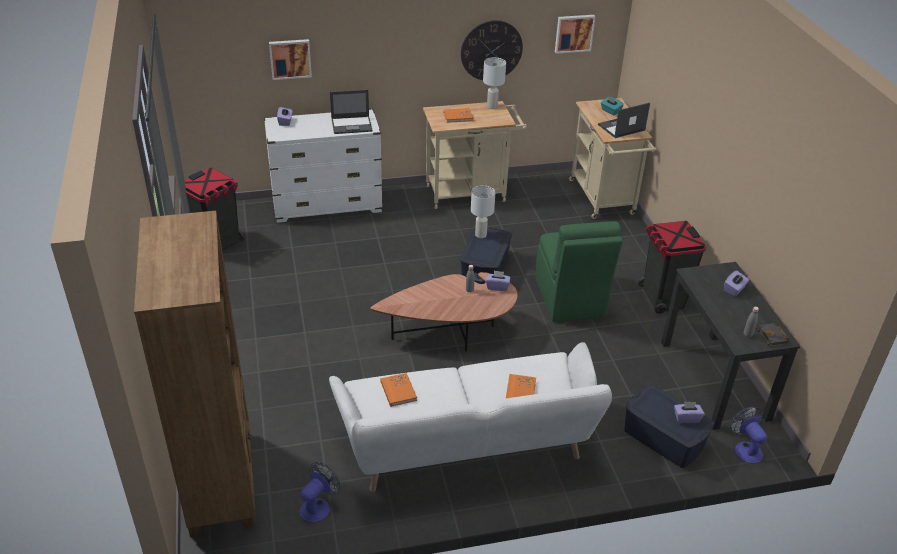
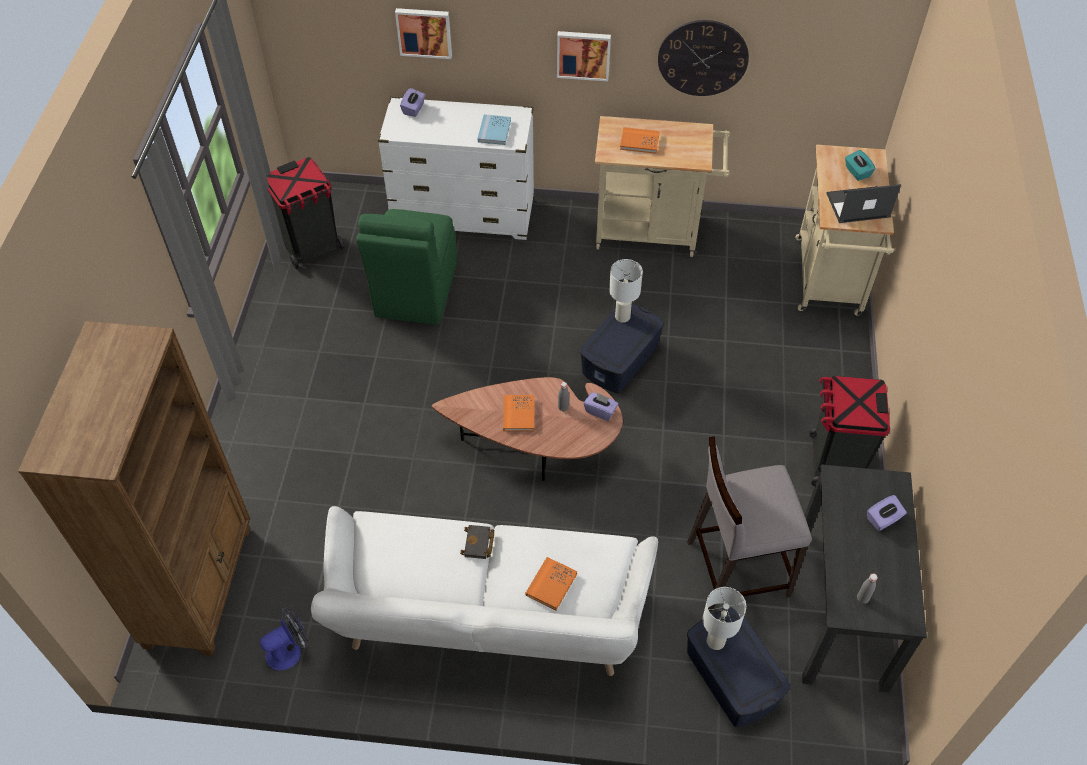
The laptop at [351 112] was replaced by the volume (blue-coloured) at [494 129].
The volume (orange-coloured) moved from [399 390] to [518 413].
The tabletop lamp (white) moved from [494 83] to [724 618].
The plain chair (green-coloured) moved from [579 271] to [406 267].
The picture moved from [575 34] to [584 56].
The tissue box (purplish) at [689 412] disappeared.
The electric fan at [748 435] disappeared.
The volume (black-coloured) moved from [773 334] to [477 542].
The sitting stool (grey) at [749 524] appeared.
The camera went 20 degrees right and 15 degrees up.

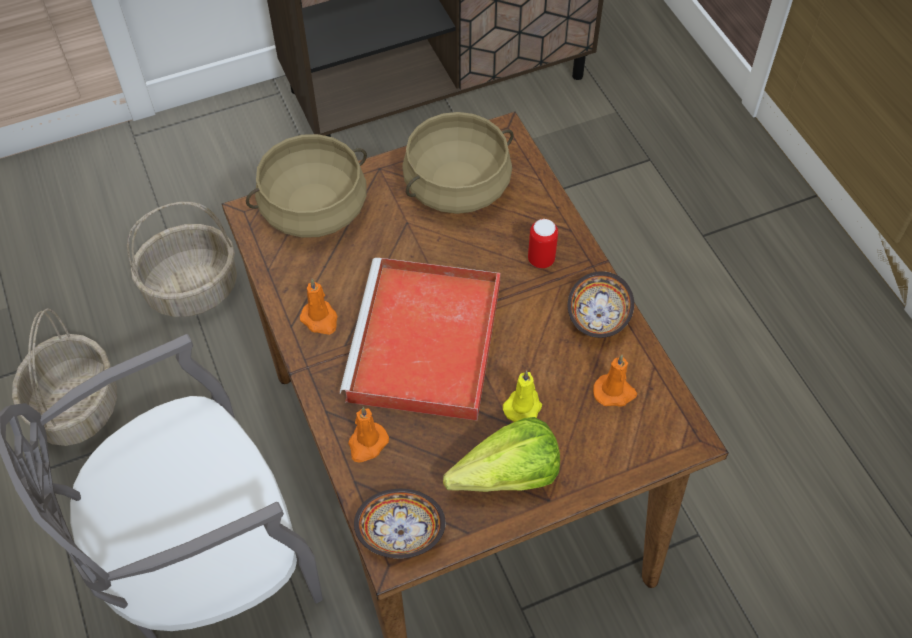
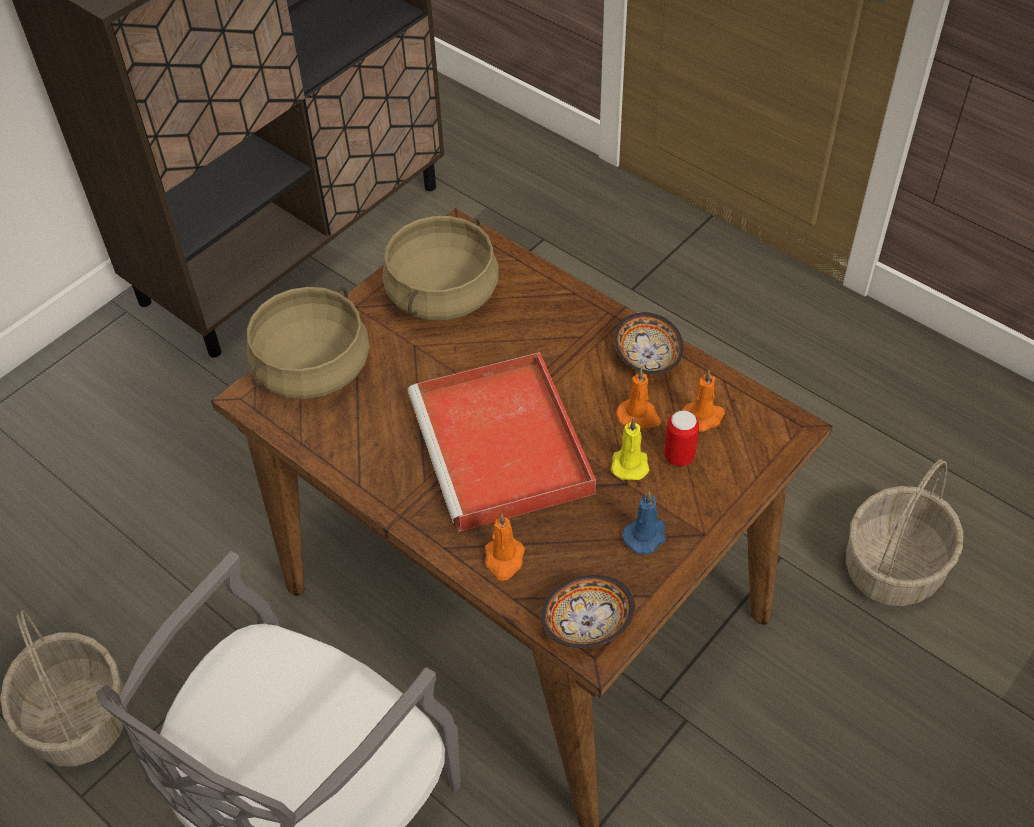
The basket moved from [182 259] to [904 532].
The wax light (orange-coloured) moved from [319 307] to [638 398].
The lettuce head at [501 454] was replaced by the wax light (blue-coloured) at [644 522].
The sealed can moved from [543 243] to [681 438].
The camera went 25 degrees left and 5 degrees down.

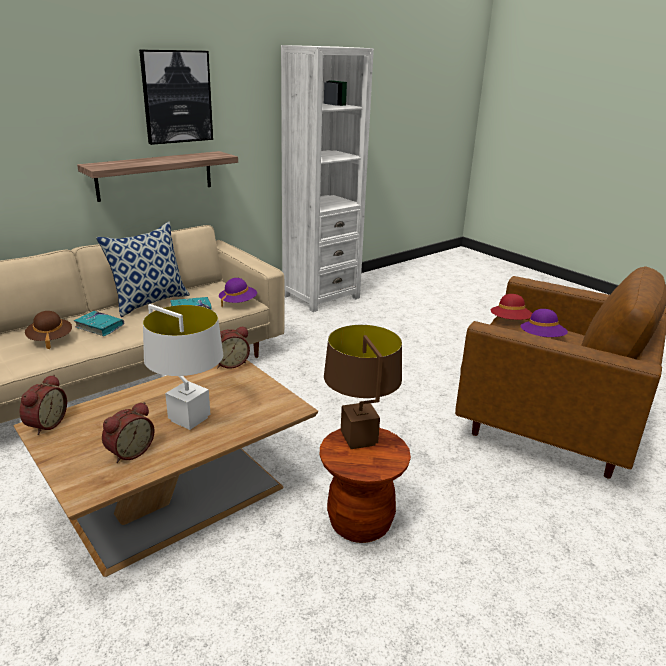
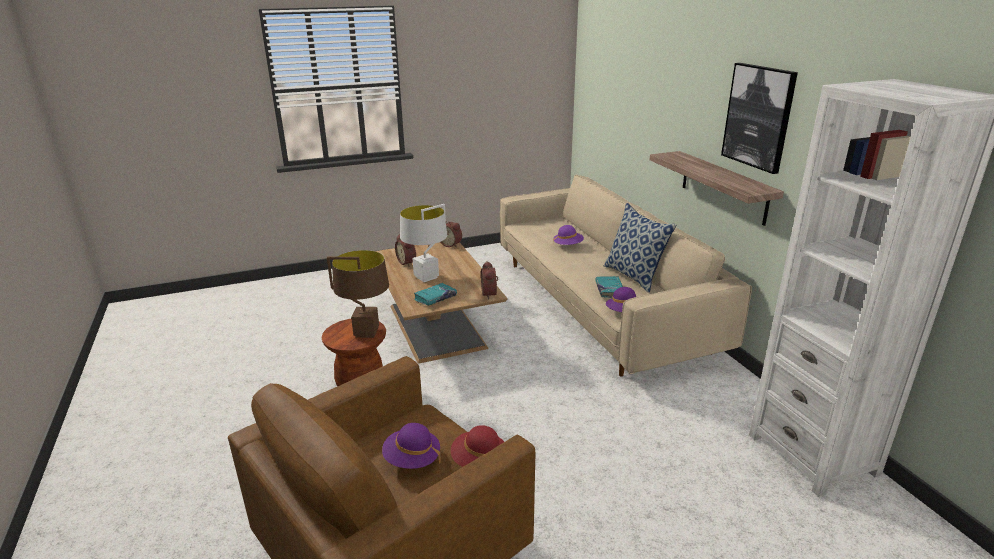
The clothing hat (brown) at [48 330] became the clothing hat (purplish) at [568 235].
The volume (turquoise) moved from [99 323] to [435 294].
The camera went 110 degrees right and 0 degrees up.

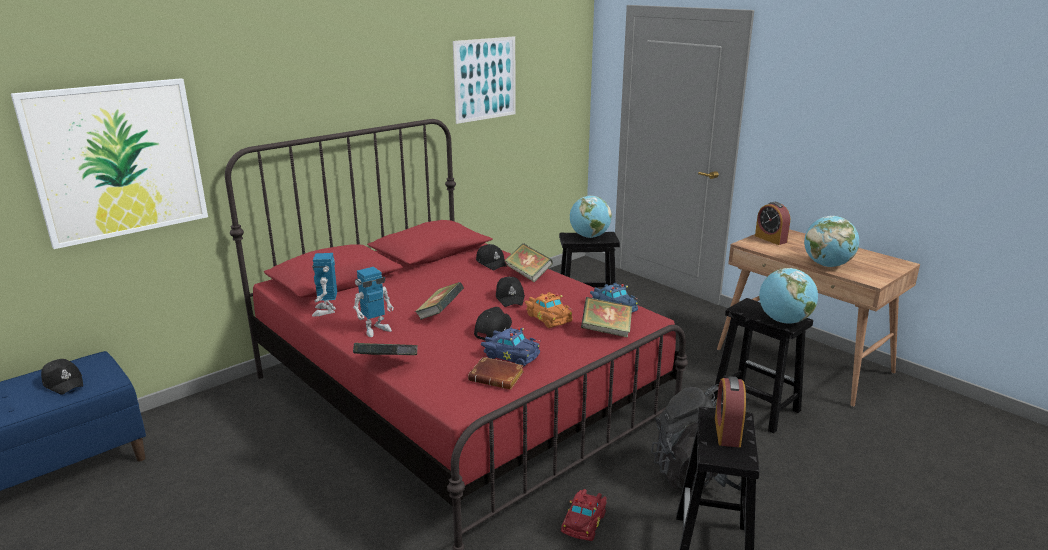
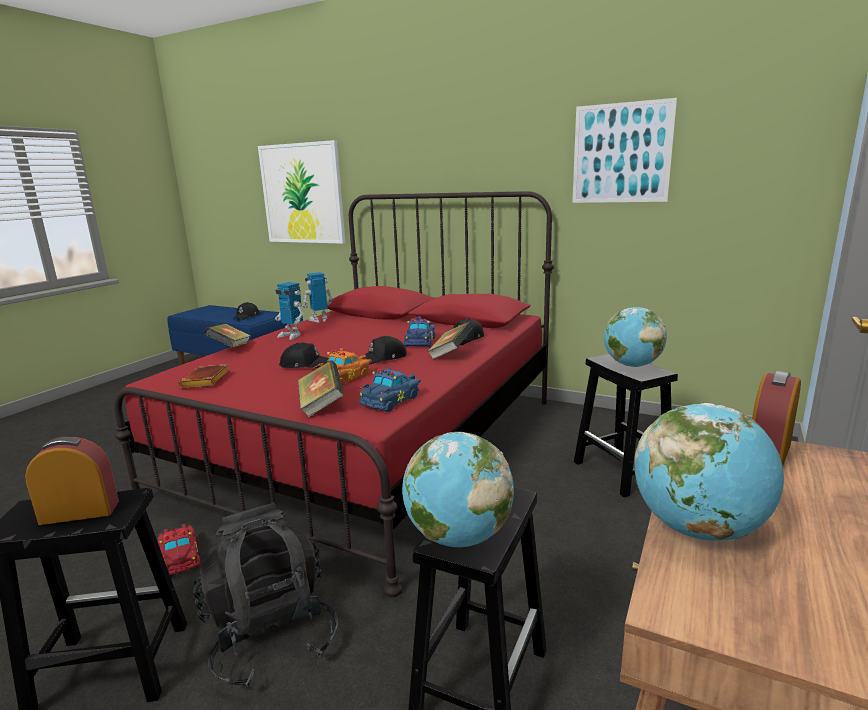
The volume at [439 301] disappeared.
The toy car (blue-coloured) moved from [511 347] to [419 331].
The toy car (red-coloured) at [584 515] turned 120 degrees counterclockwise.
The camera went 70 degrees right and 5 degrees down.

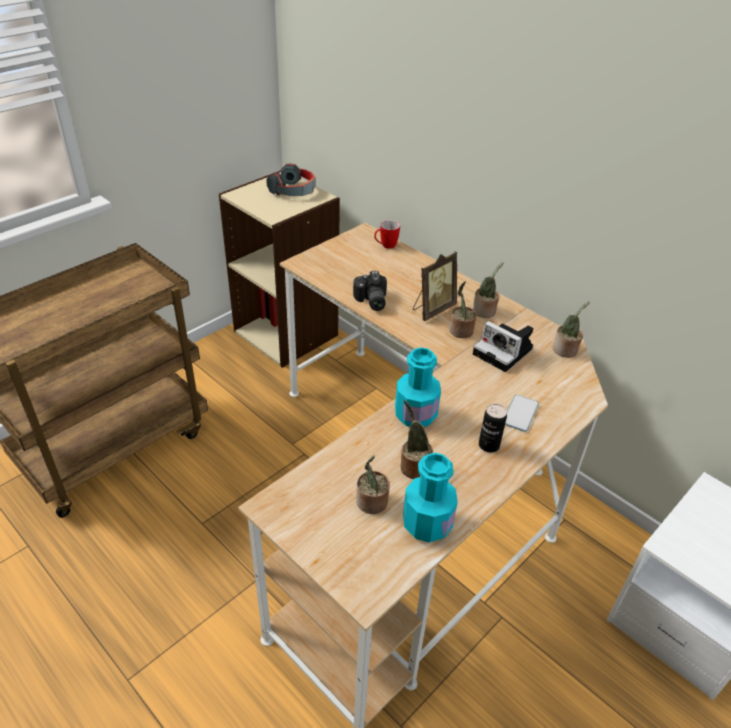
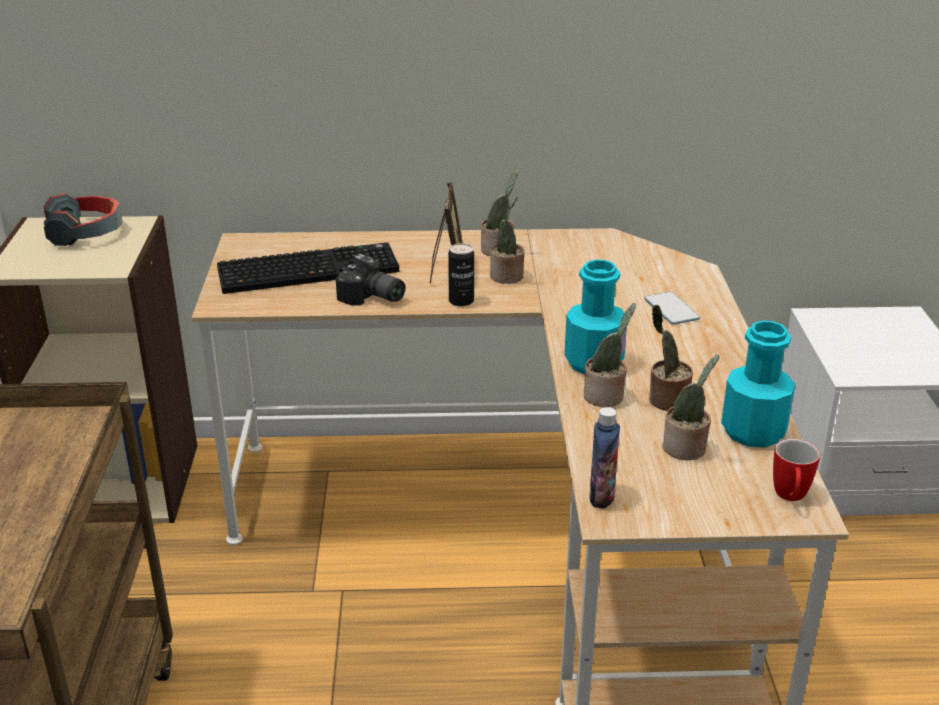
The mug moved from [387 234] to [796 470].
The still camera at [503 346] disappeared.
The sealed can moved from [493 428] to [461 275].
The potted plant moved from [571 329] to [610 355].
The computer keyboard at [308 268] appeared.
The beverage bottle at [604 458] appeared.
The camera went 45 degrees left and 10 degrees down.

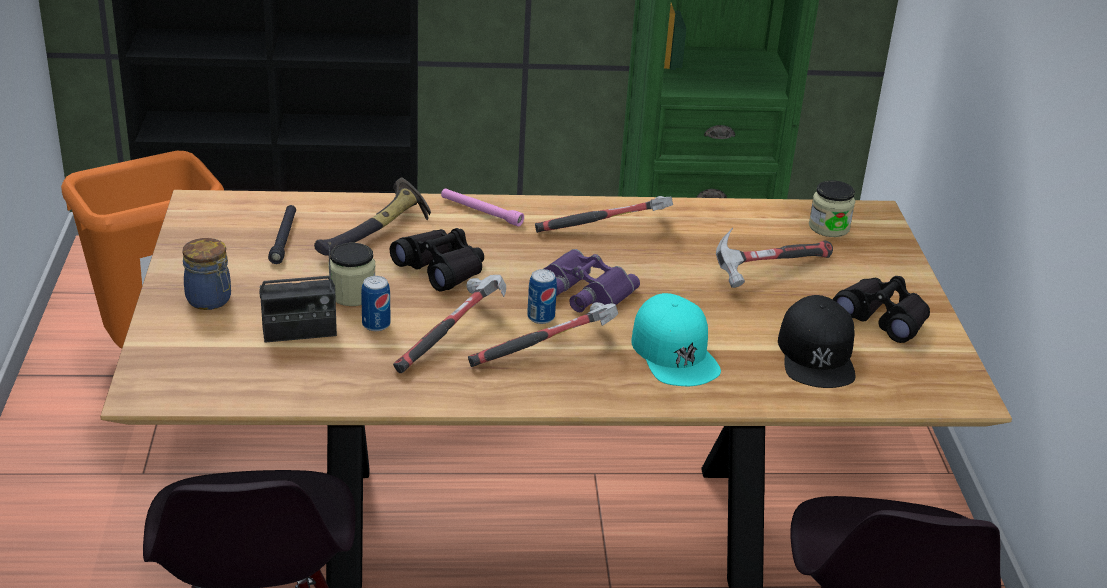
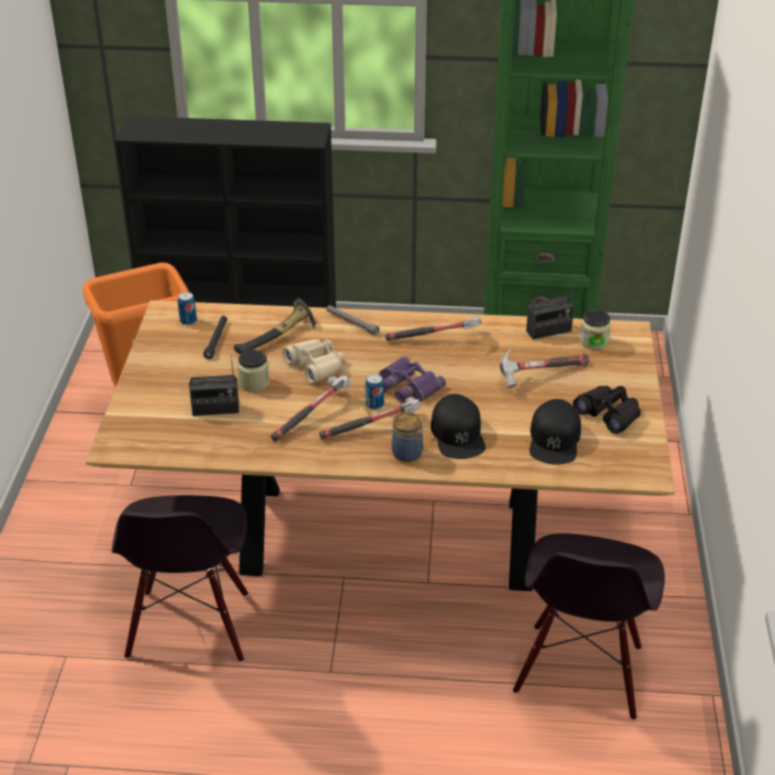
The jar moved from [206 274] to [408 437].
The sealed can moved from [375 303] to [187 308].
The pair of binoculars (black-coloured) at [437 259] became the pair of binoculars (sand-coloured) at [313 361].
The torch (pinkish) at [482 207] became the torch (grey) at [353 320].
The peaked cap (turquoise) at [676 339] became the peaked cap (black-coloured) at [458 426].
The radio receiver at [550 308] appeared.
The camera went 10 degrees right and 5 degrees up.

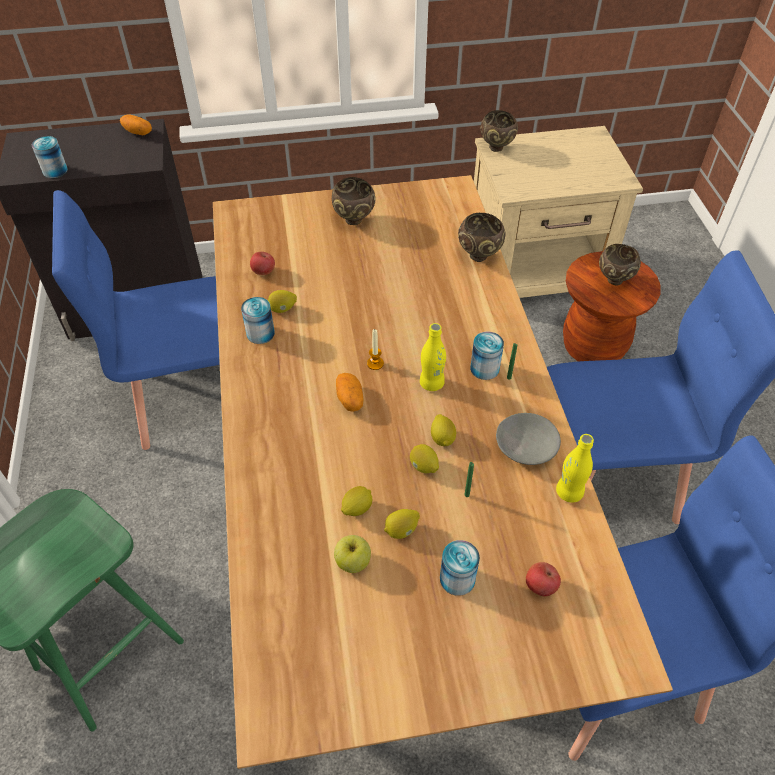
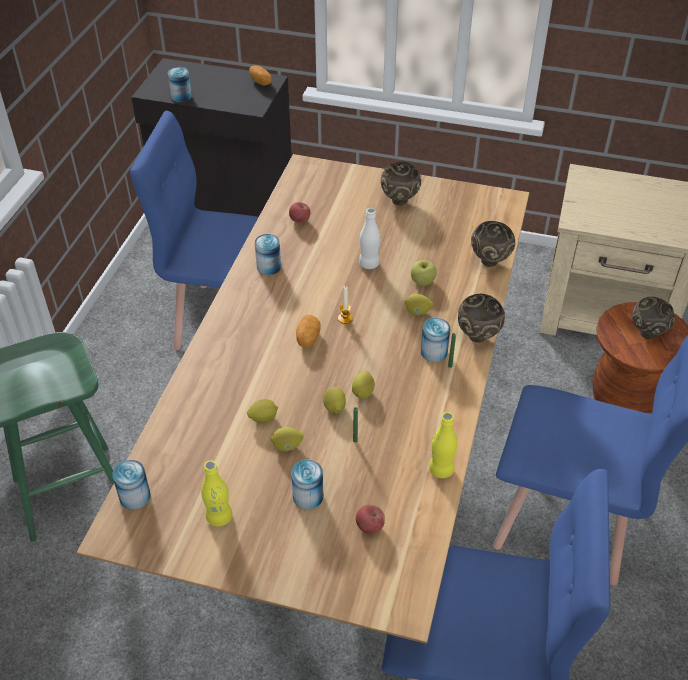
The whole lemon moved from [282 301] to [419 304].
The apple moved from [352 554] to [424 273].
The beverage bottle (yellowish) moved from [433 357] to [216 493].
The bowl (brown) moved from [499 131] to [481 318].
The bowl (grey) at [528 439] disappeared.
The sealed can at [131 485] appeared.
The beverage bottle (white) at [369 238] appeared.
The camera went 25 degrees right and 5 degrees down.

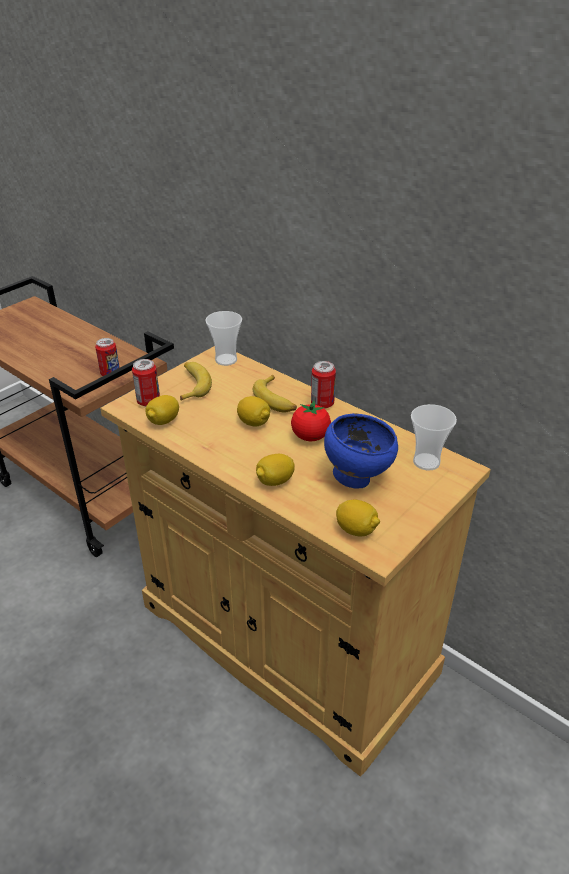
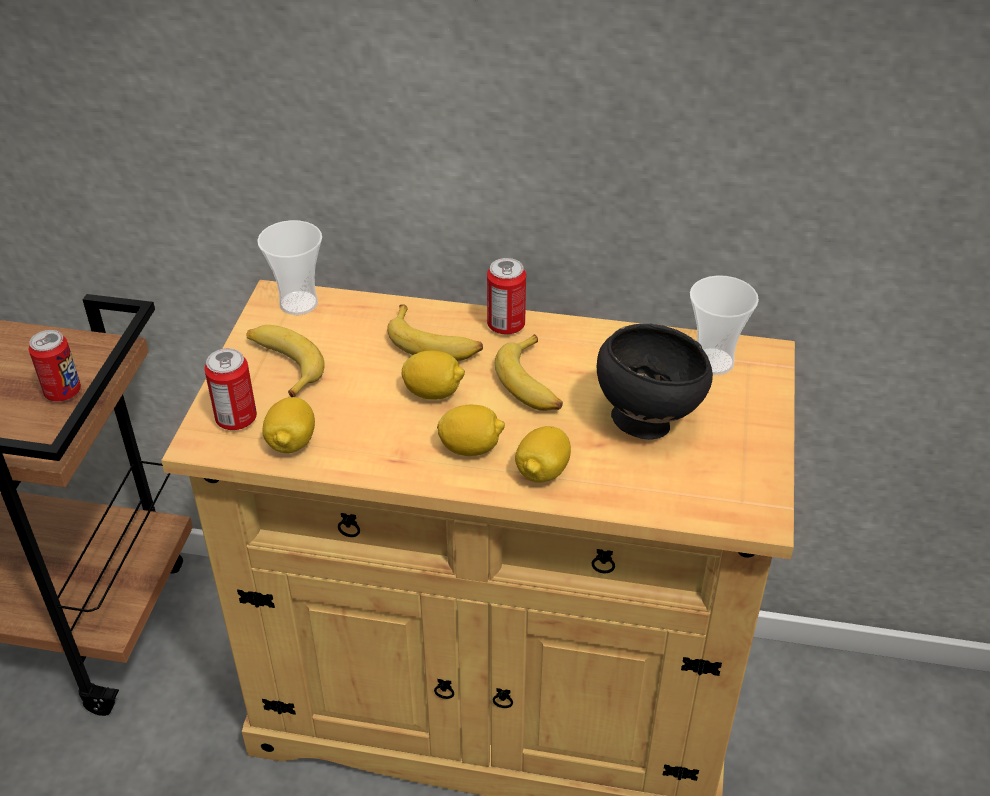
The whole tomato at [311 421] was replaced by the banana at [529 372].
The bowl (blue-coloured) at [361 451] became the bowl (black-coloured) at [655 382].
The whole lemon moved from [358 518] to [471 430].
The camera went 30 degrees left and 5 degrees up.

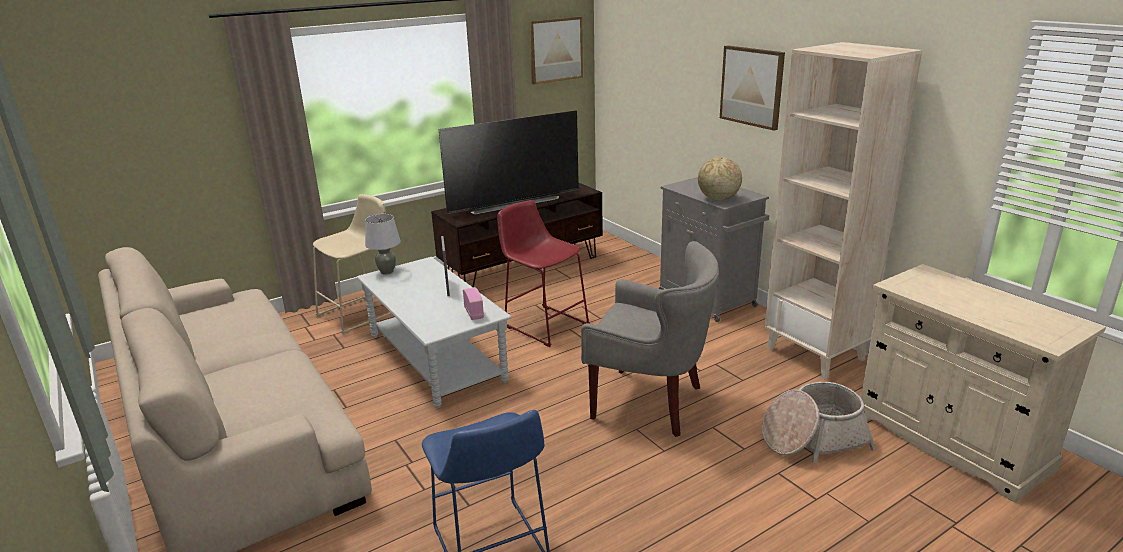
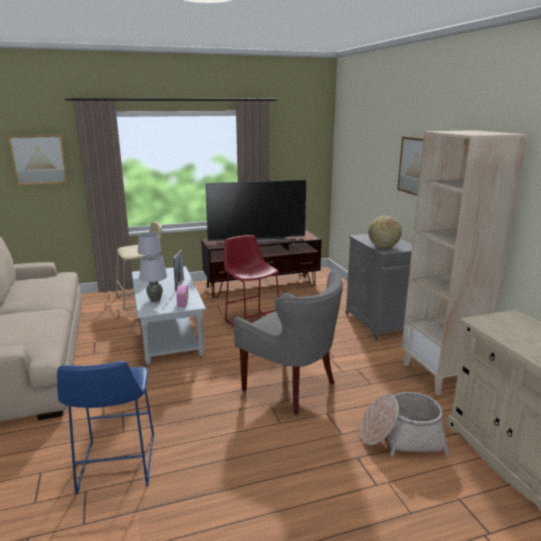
The picture moved from [556 50] to [38 160].
The tabletop lamp (grey) at [153 278] appeared.
The camera went 15 degrees right and 5 degrees down.

